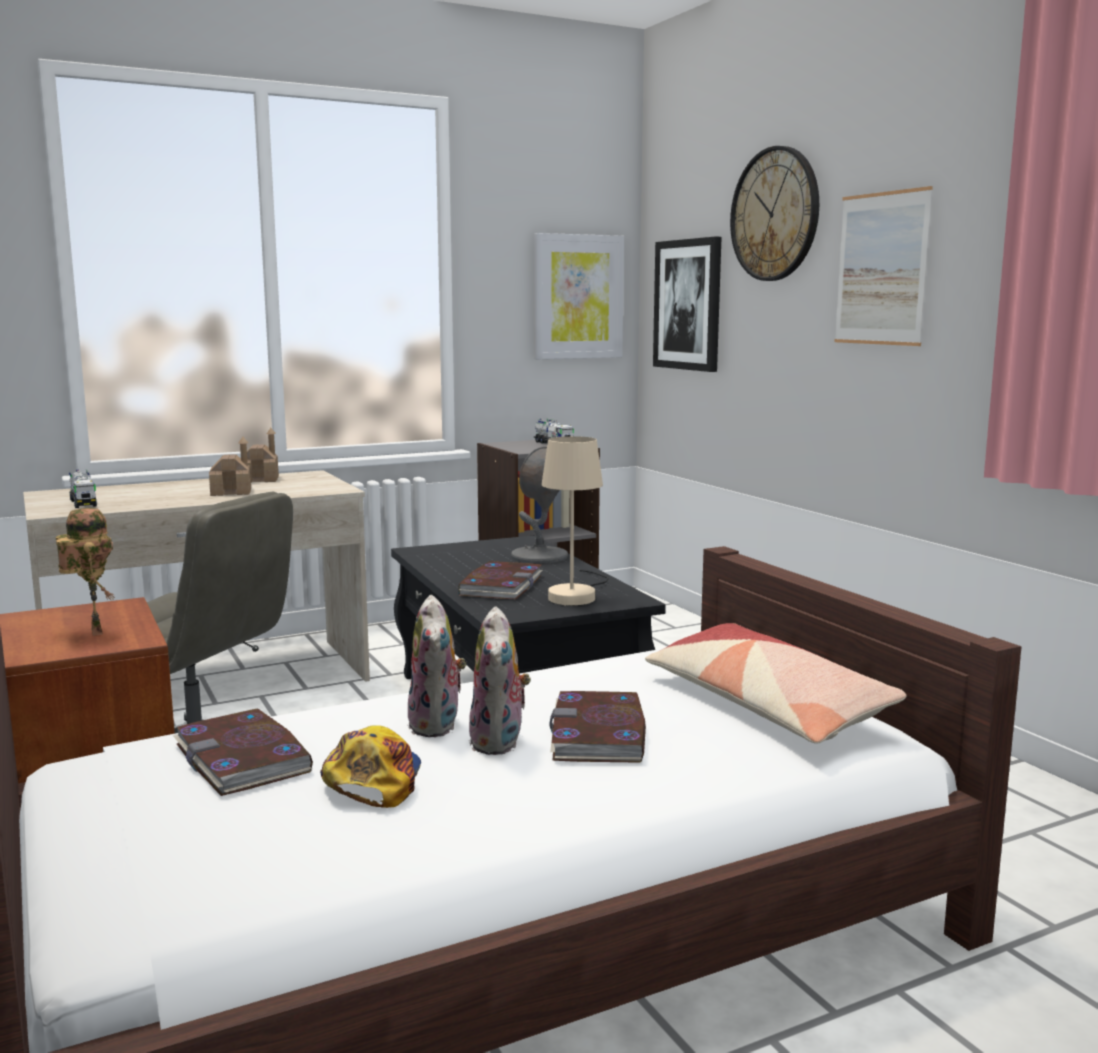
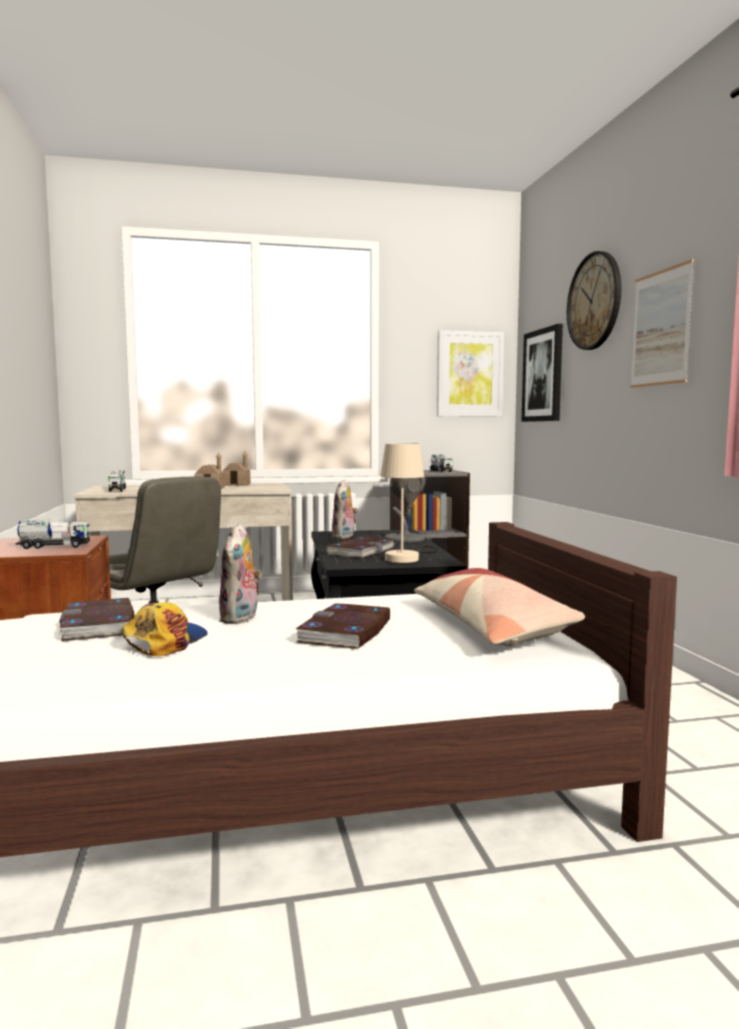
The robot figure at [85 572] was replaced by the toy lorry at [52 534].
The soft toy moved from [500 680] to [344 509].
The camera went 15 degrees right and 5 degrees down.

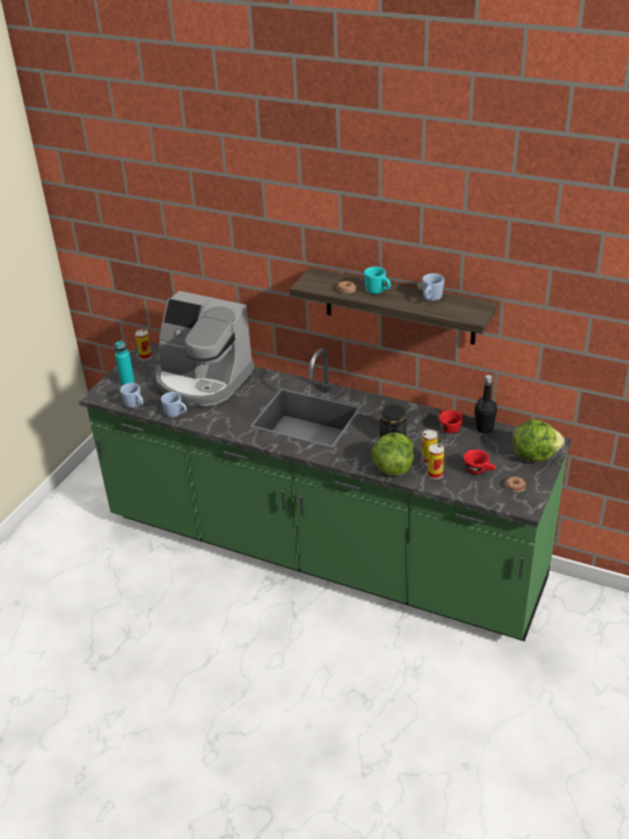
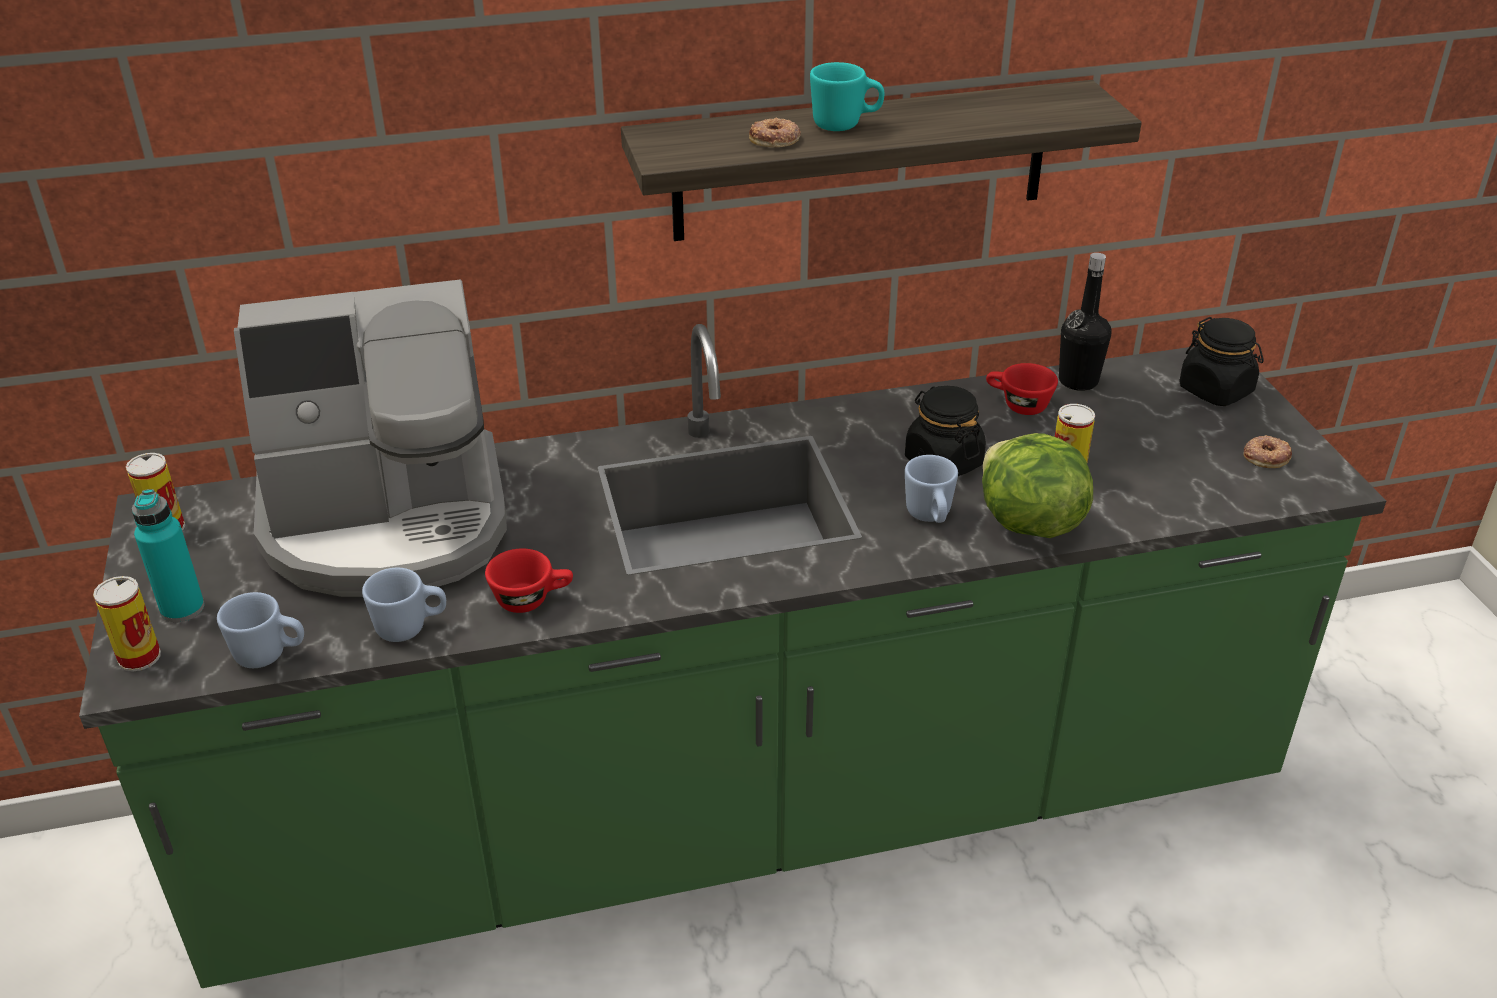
The mug (blue-coloured) moved from [433 287] to [931 489].
The sealed can moved from [436 461] to [127 623].
The cup (red-coloured) moved from [480 461] to [529 580].
The lettuce head at [538 440] was replaced by the jar (black-coloured) at [1221 361].
The camera went 40 degrees left and 0 degrees up.

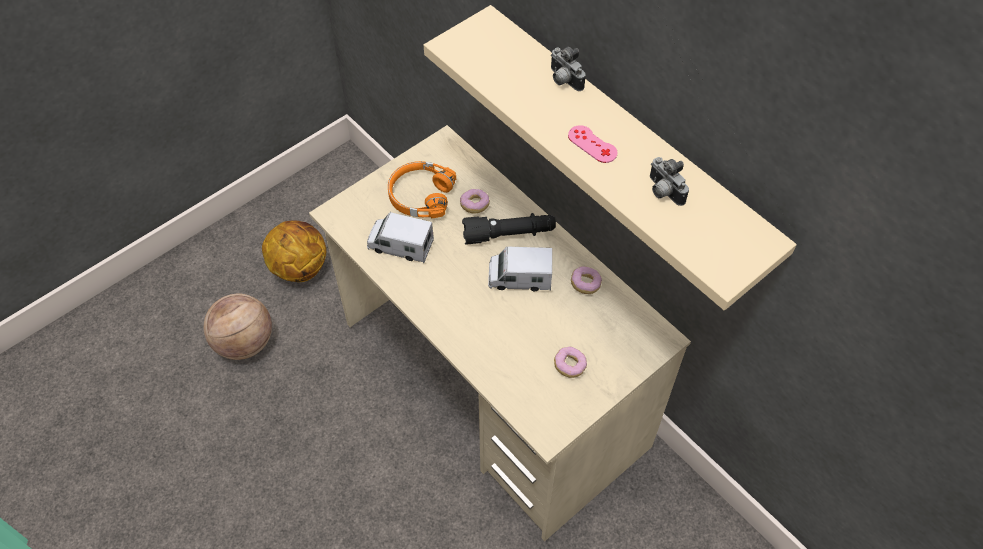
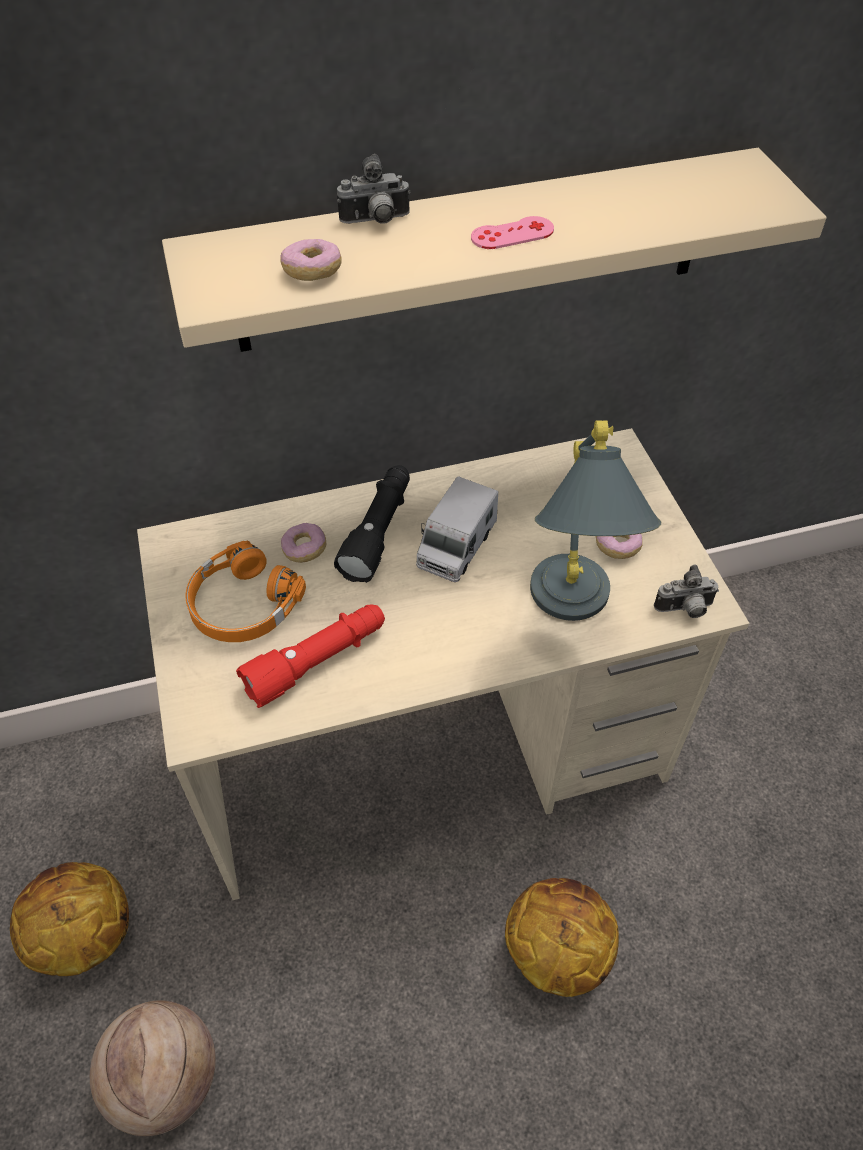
The toy lorry at [400 237] was replaced by the torch (red-coloured) at [310 656].
The donut moved from [586 280] to [311 260].
The still camera moved from [669 181] to [686 591].
The basketball at [562 937] appeared.
The tabletop lamp (grey) at [595 520] appeared.
The camera went 65 degrees left and 5 degrees down.

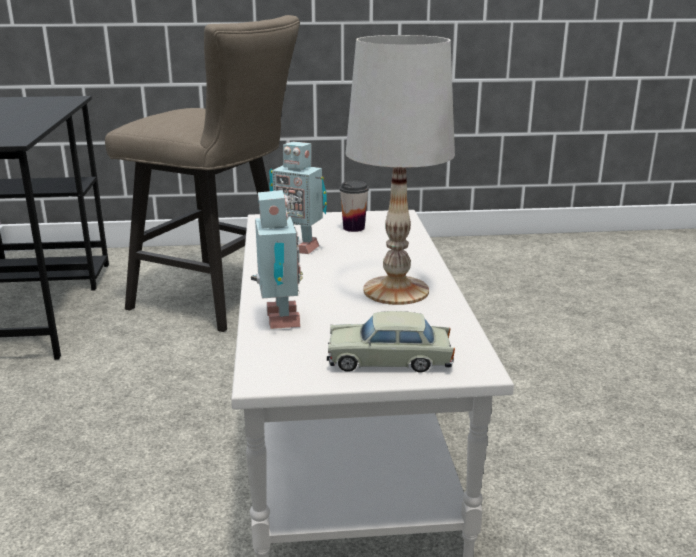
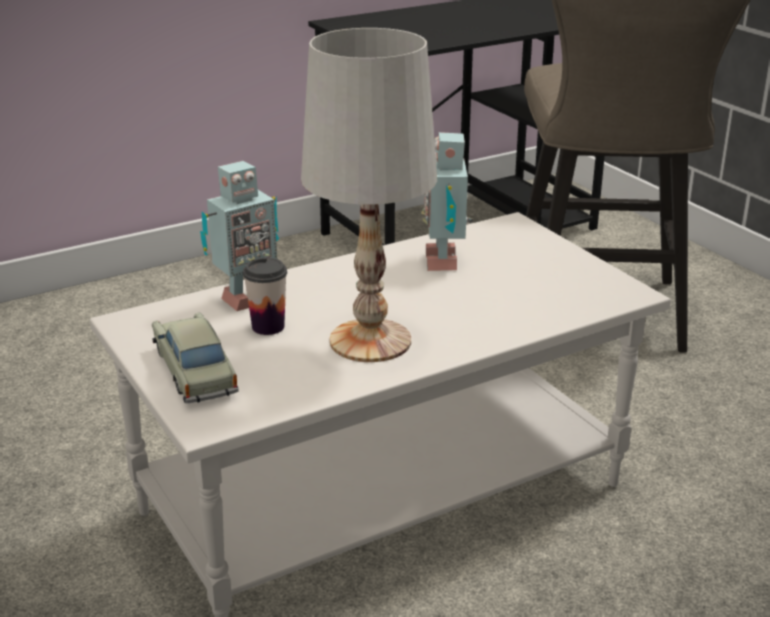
The cup moved from [354 206] to [265 296].
The camera went 65 degrees right and 5 degrees up.

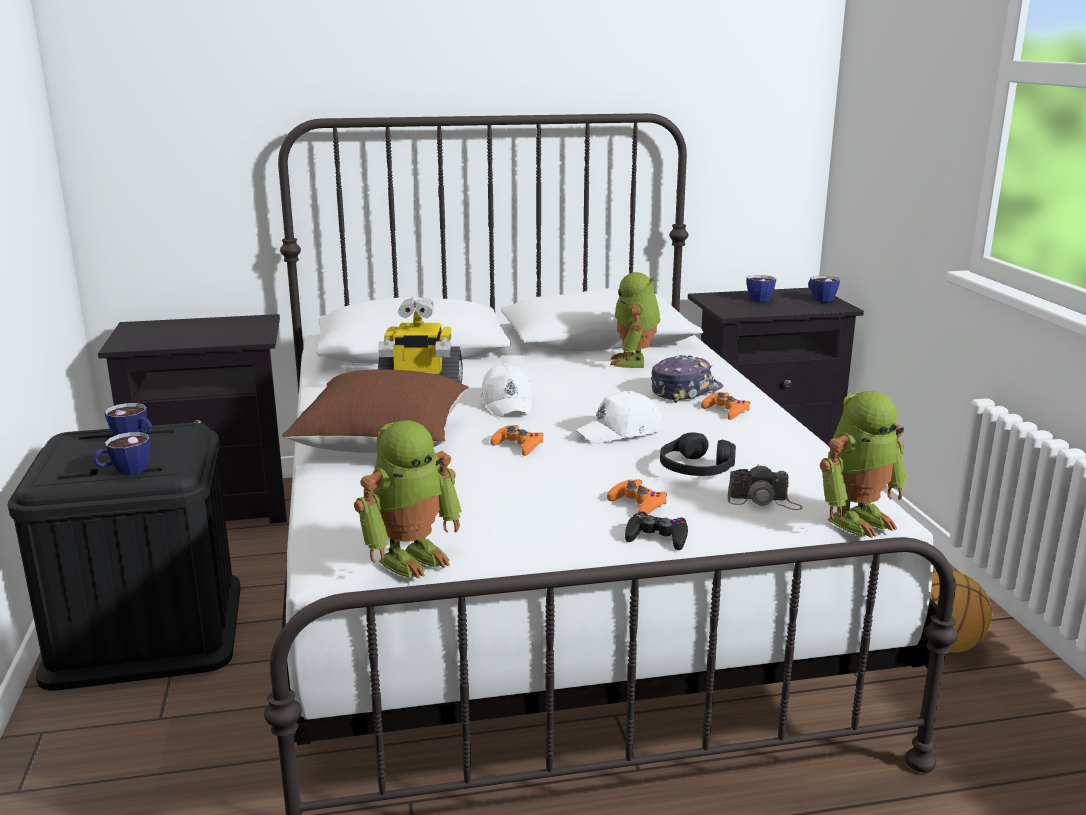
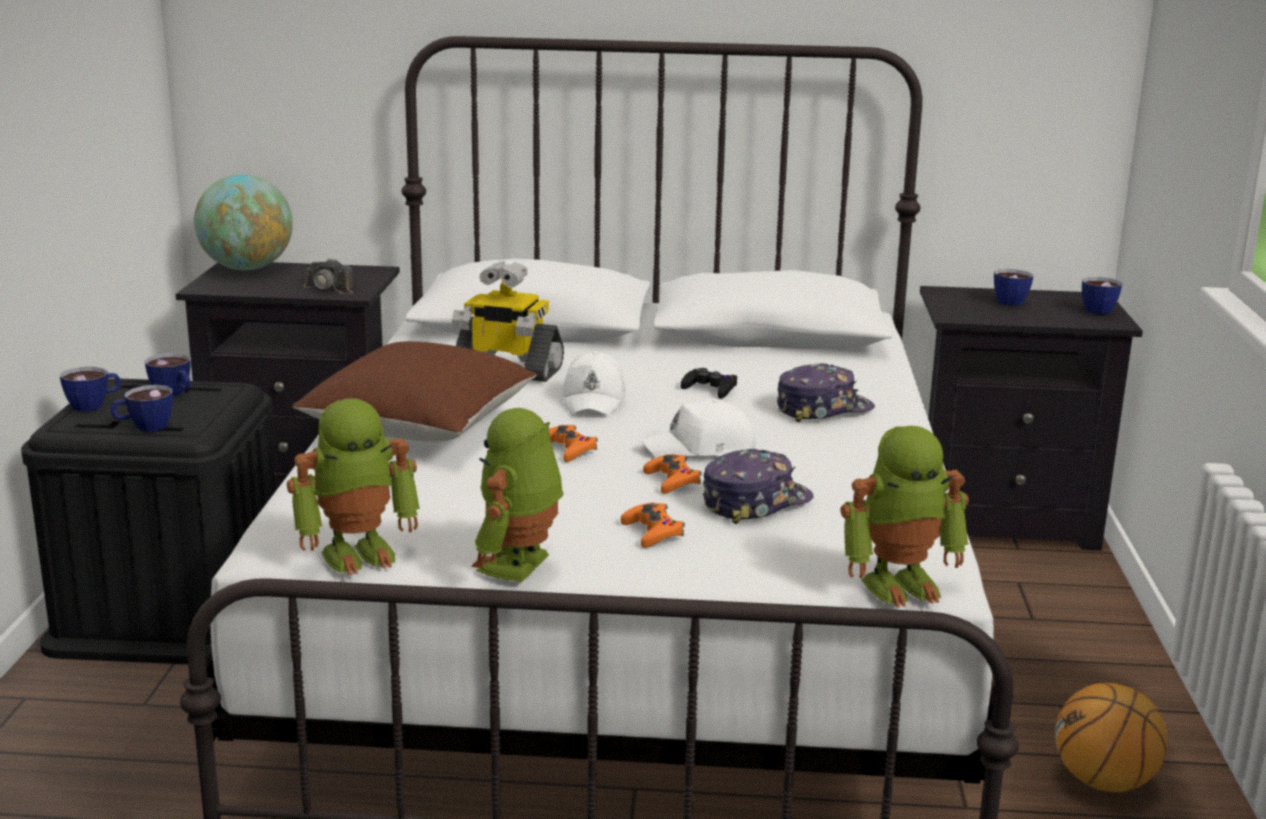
The robot figure moved from [635 320] to [517 495].
The game controller (black-coloured) moved from [656 530] to [709 383].
The headset (black-coloured) at [698 454] was replaced by the peaked cap at [758 486].
The game controller (orange-coloured) moved from [725 406] to [672 474].
The still camera moved from [765 487] to [328 276].
The cup at [90 389] appeared.
The desk globe at [243 222] appeared.
The camera went 15 degrees right and 0 degrees up.

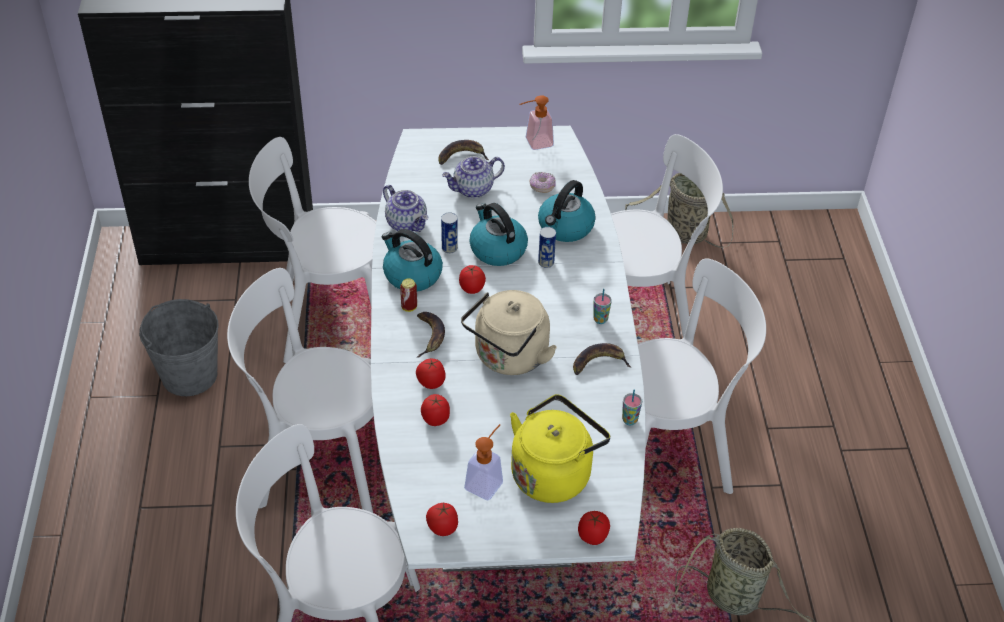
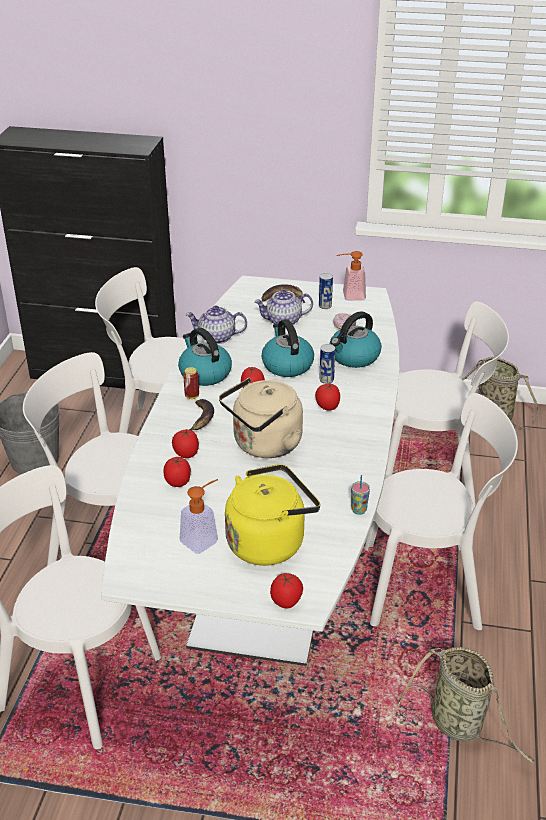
The pot for tea at [405 208] turned 120 degrees clockwise.
The whole tomato moved from [442 519] to [327 396].
The sealed can moved from [449 233] to [326 291].
The banana at [602 359] disappeared.
The cup at [602 306] disappeared.
The camera went 15 degrees right and 10 degrees down.

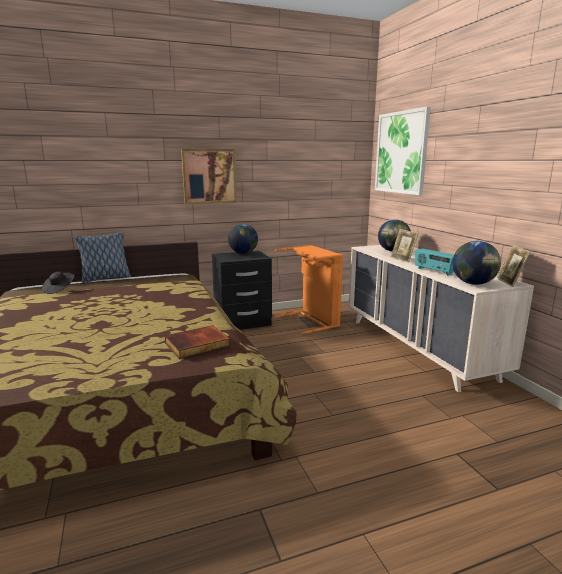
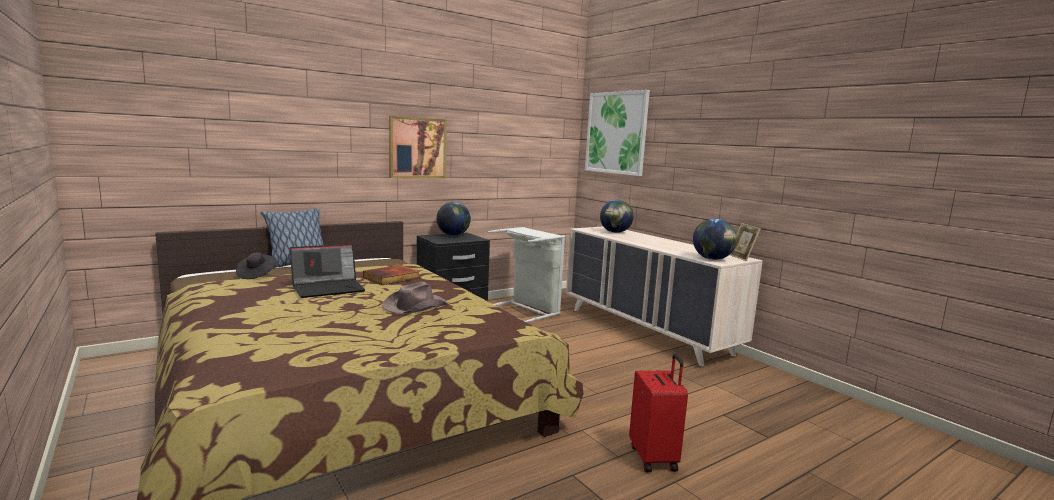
The volume moved from [197 342] to [391 275].
The hamper (orange-coloured) at [309 289] became the hamper (grey) at [526 274].
The standing frame at [405 245] disappeared.
The radio receiver at [434 262] disappeared.
The laptop at [328 271] appeared.
The clothing hat (brown) at [415 298] appeared.
The piece of luggage (red-coloured) at [658 413] appeared.
The camera went 15 degrees left and 5 degrees down.

